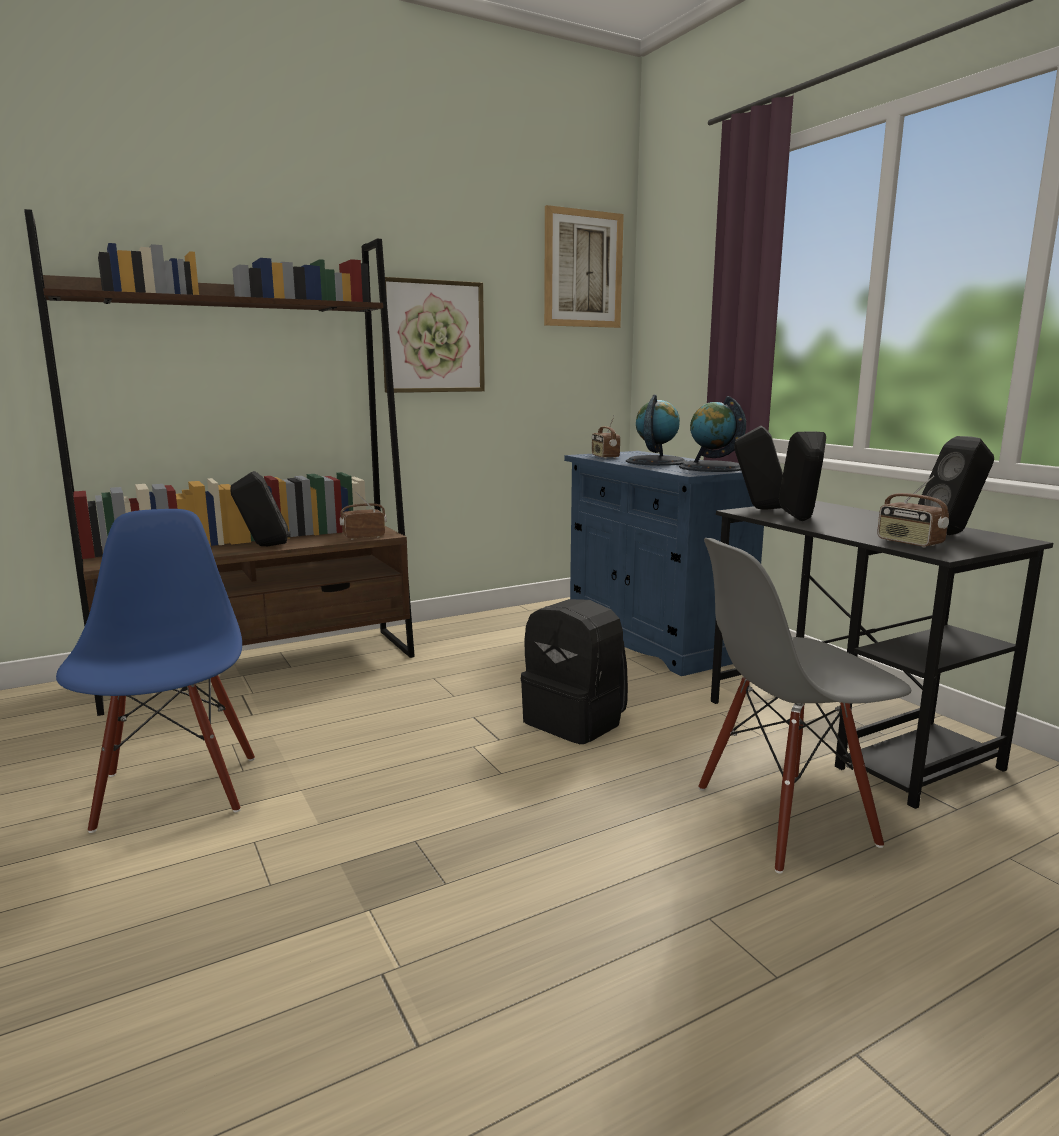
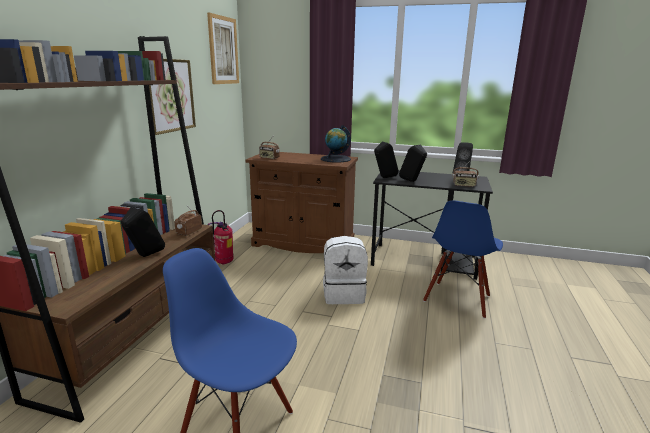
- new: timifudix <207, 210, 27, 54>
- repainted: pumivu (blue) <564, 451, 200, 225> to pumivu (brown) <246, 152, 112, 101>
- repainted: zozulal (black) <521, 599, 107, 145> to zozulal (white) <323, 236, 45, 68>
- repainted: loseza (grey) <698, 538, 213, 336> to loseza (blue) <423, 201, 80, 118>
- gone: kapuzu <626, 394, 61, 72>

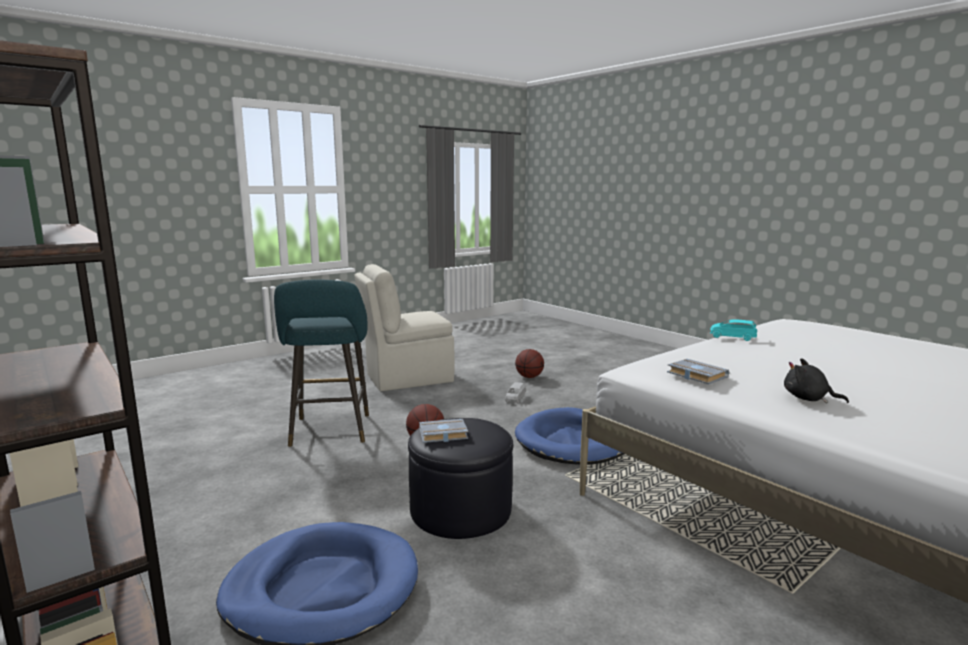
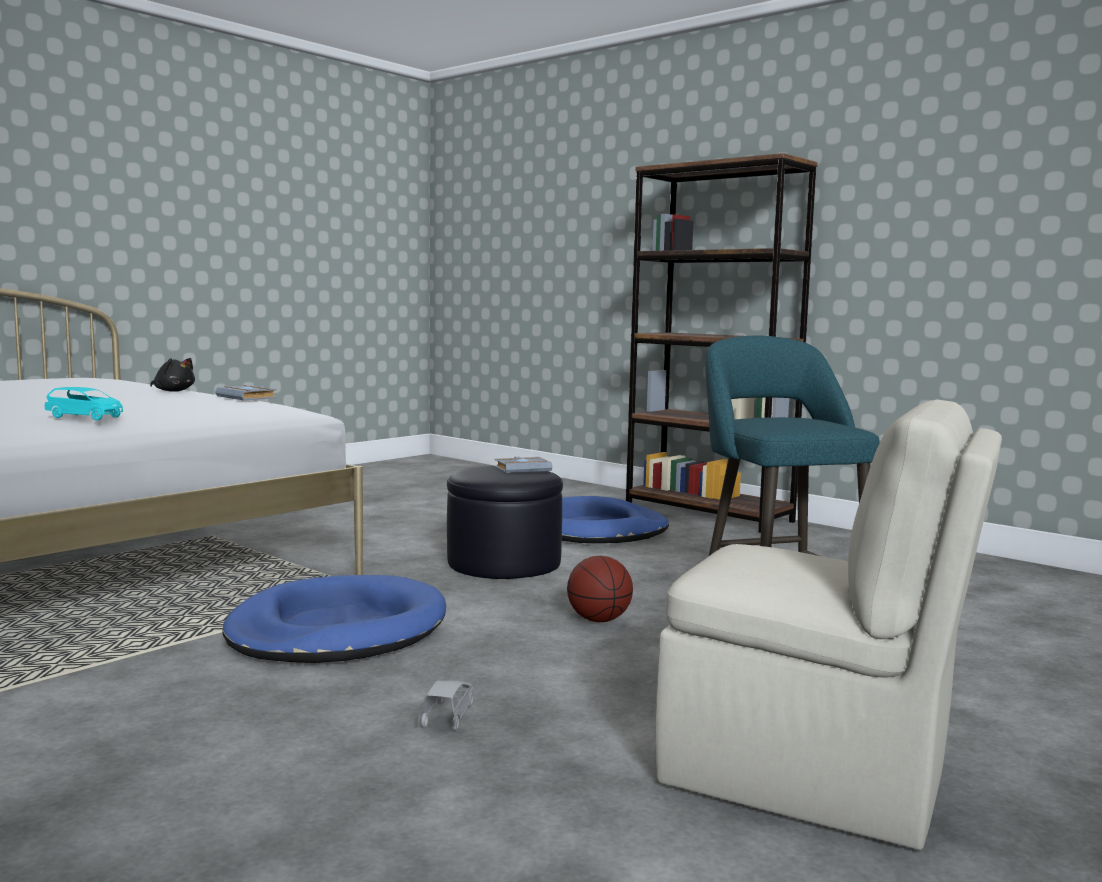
- rotated: loseza (beige) <354, 264, 101, 127> = <655, 399, 347, 451> 60 degrees clockwise
- gone: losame <515, 349, 29, 29>

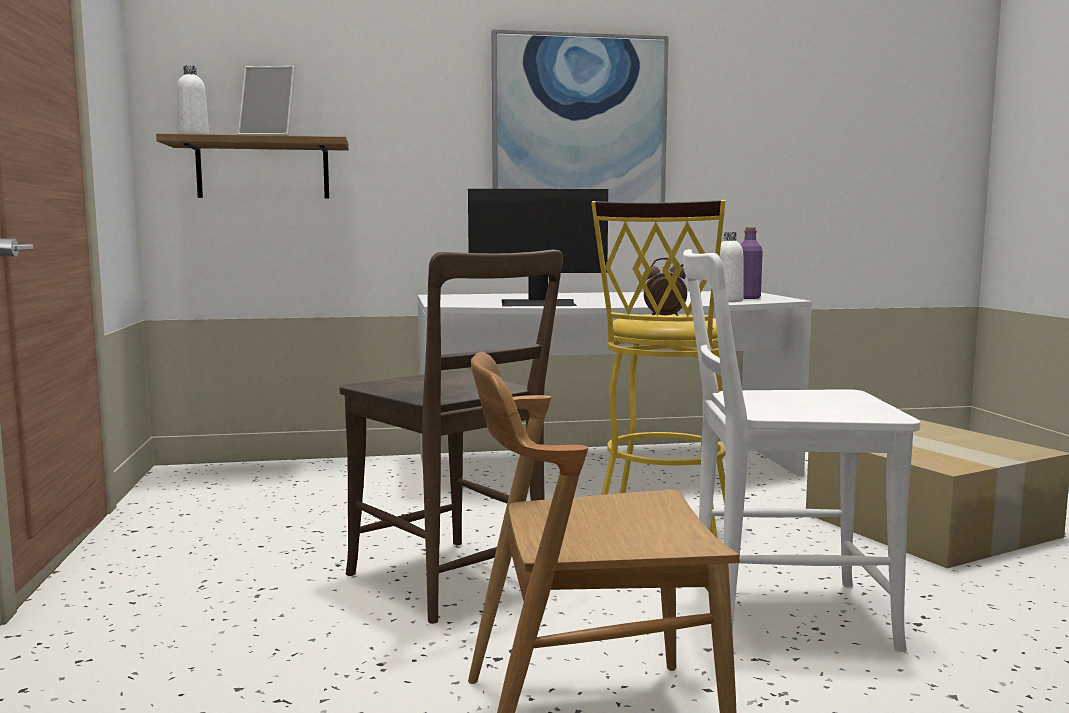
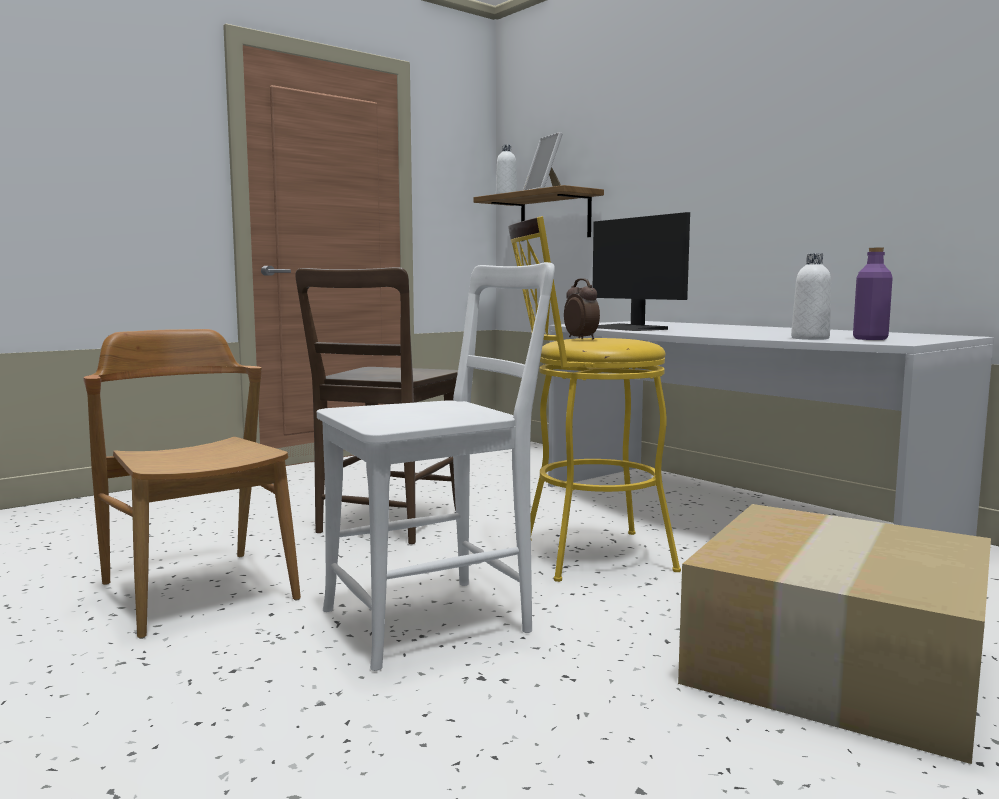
- rotated: loseza (white) <683, 249, 237, 403> = <317, 262, 238, 409> 90 degrees clockwise
- gone: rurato <492, 29, 177, 173>

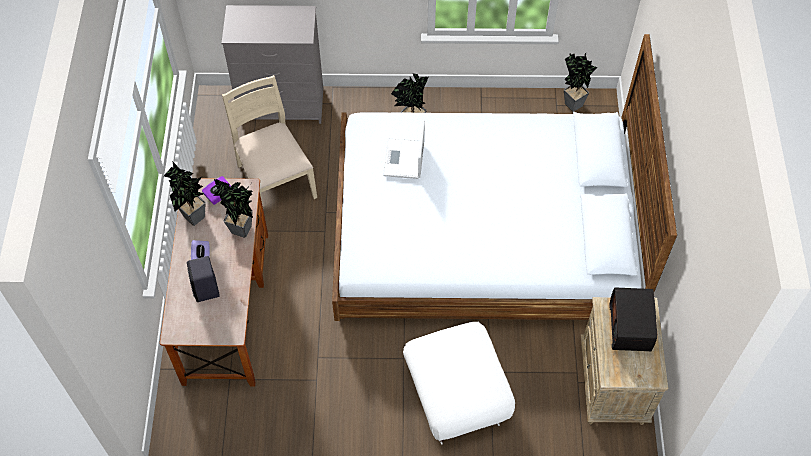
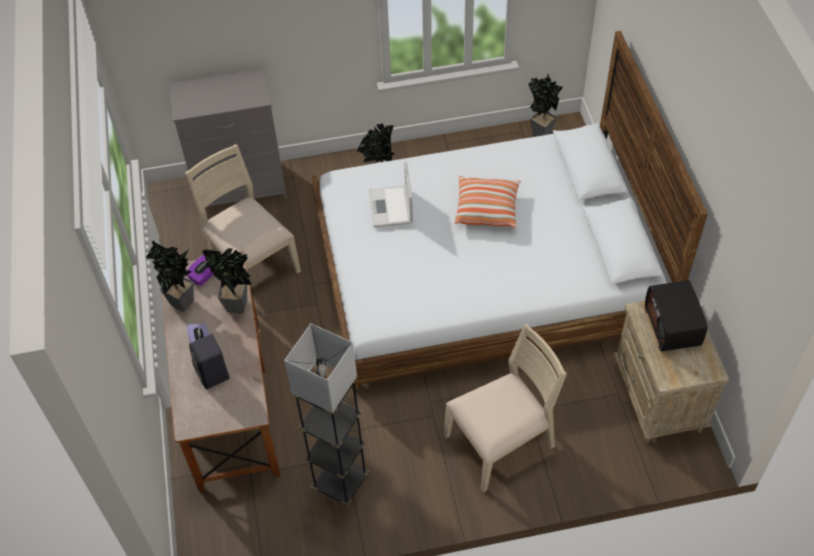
- new: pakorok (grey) <284, 323, 85, 183>
- swapped: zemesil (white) <403, 322, 112, 123> to loseza (beige) <444, 324, 123, 169>
- new: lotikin <455, 176, 66, 52>

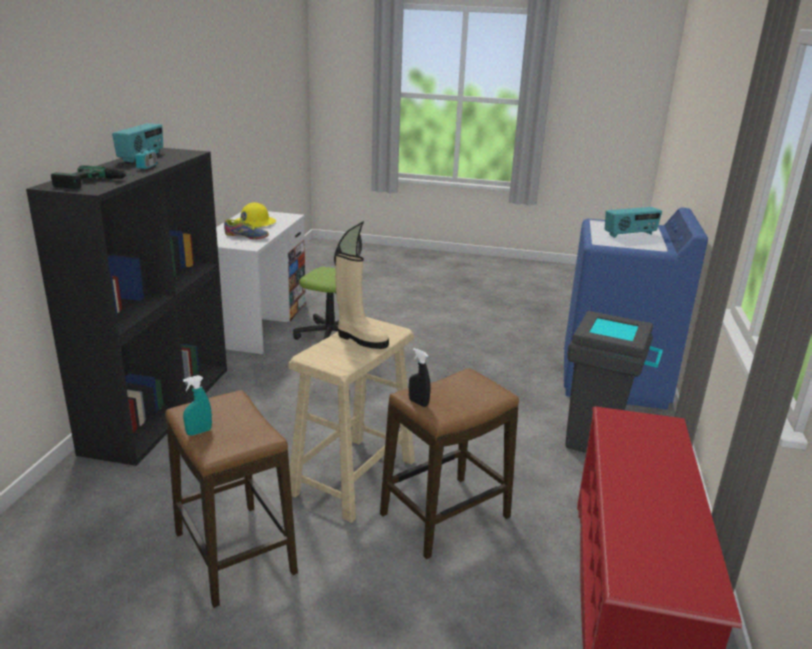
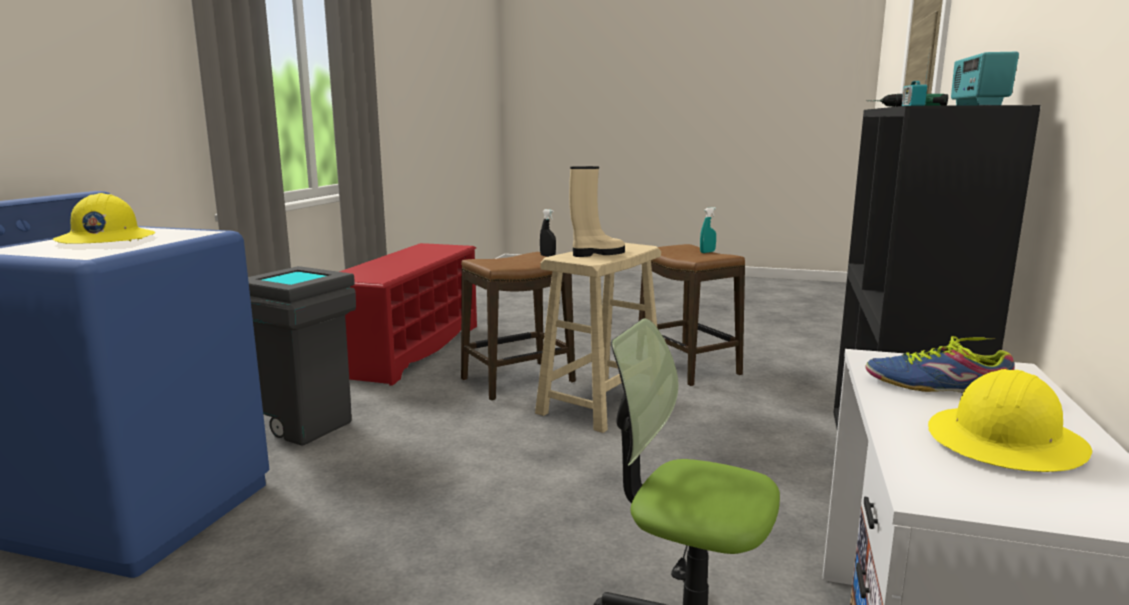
- swapped: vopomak <605, 207, 57, 31> to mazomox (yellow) <53, 193, 102, 51>
- rotated: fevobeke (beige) <335, 252, 54, 97> = <569, 166, 56, 91> 120 degrees clockwise

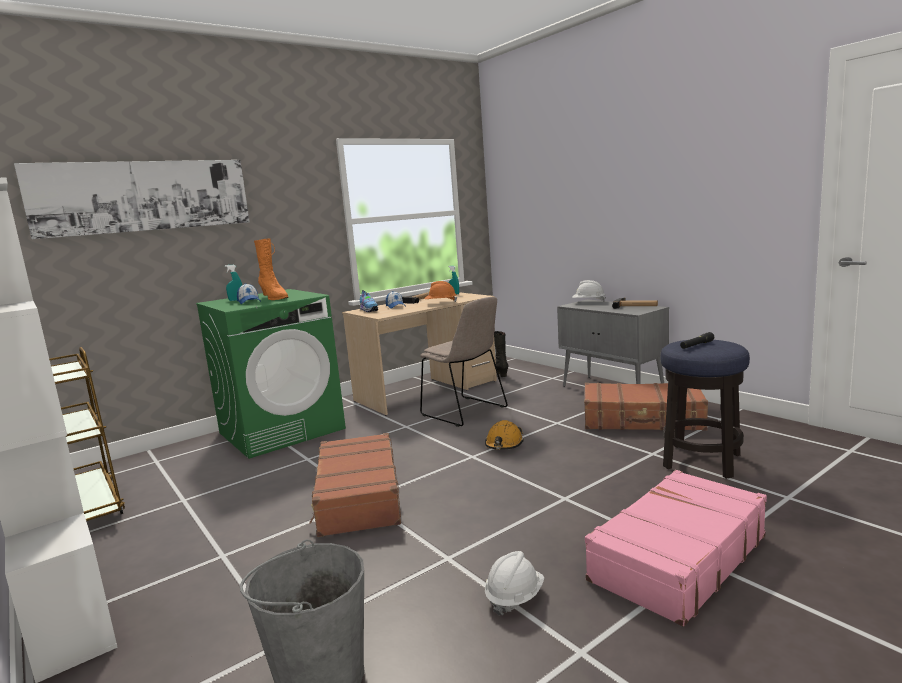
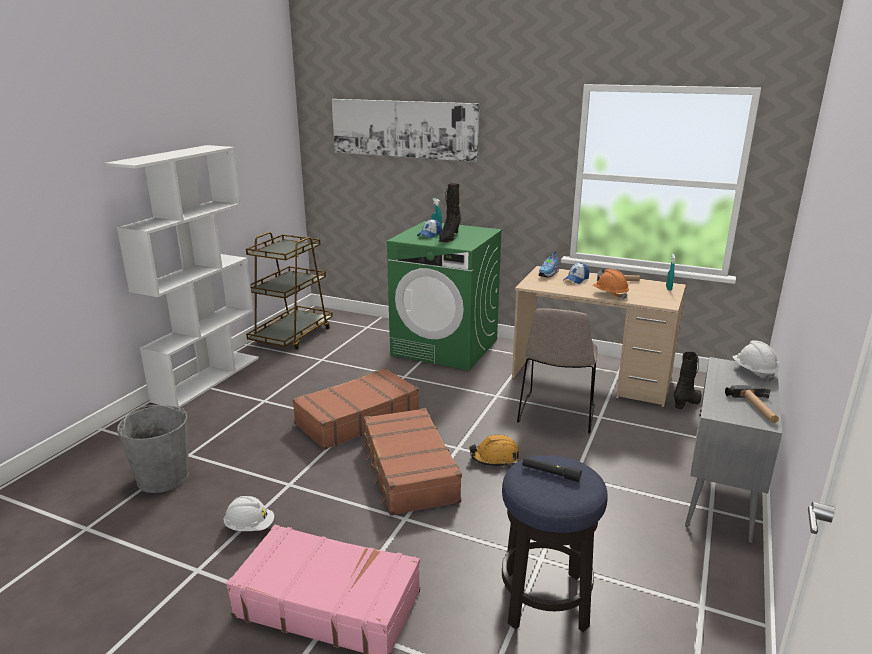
- shifted: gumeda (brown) <584, 383, 124, 48> to <362, 408, 100, 107>
- repainted: fevobeke (orange) <254, 238, 35, 62> to fevobeke (black) <439, 183, 22, 59>

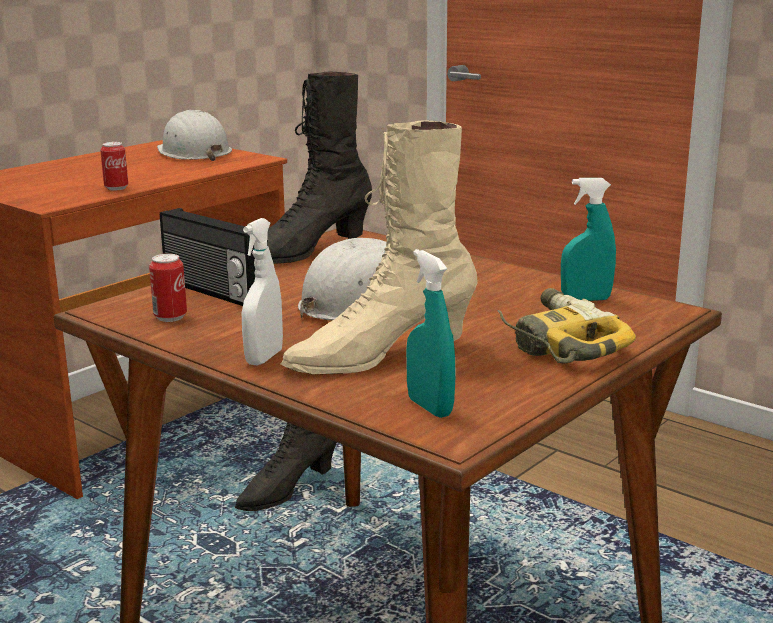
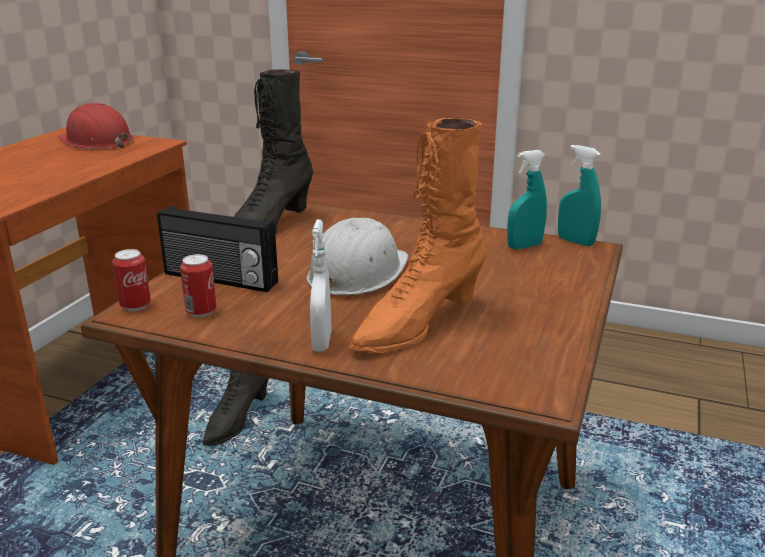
- repainted: mazomox (white) <157, 110, 75, 51> to mazomox (red) <58, 103, 76, 46>
- shifted: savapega <100, 142, 28, 49> to <113, 249, 38, 62>
- repainted: fevobeke (beige) <281, 120, 197, 254> to fevobeke (orange) <349, 118, 137, 235>
- shifted: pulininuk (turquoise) <406, 249, 50, 169> to <558, 145, 43, 101>
- gone: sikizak <498, 288, 138, 76>

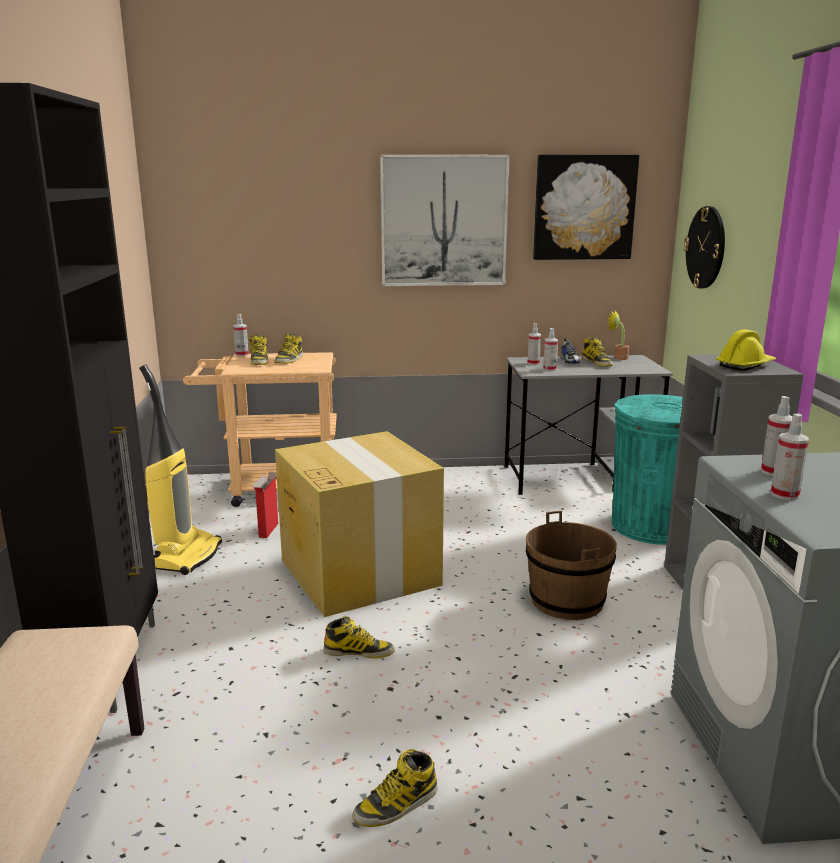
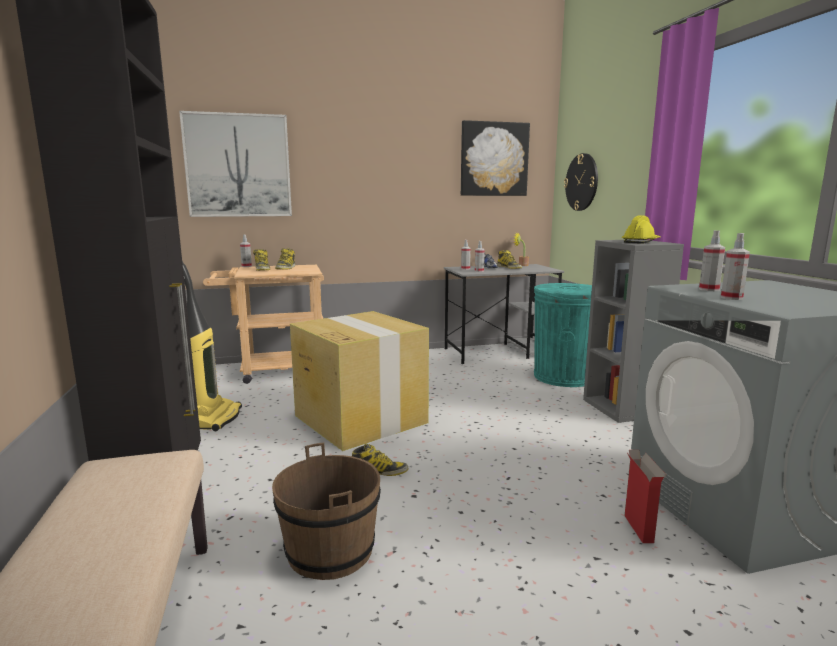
- shifted: rurato <380, 154, 130, 132> to <179, 111, 113, 106>
- shifted: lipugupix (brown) <526, 511, 91, 109> to <272, 443, 109, 137>
- shifted: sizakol <252, 472, 26, 66> to <624, 450, 42, 93>
- gone: fevobeke <352, 749, 86, 78>

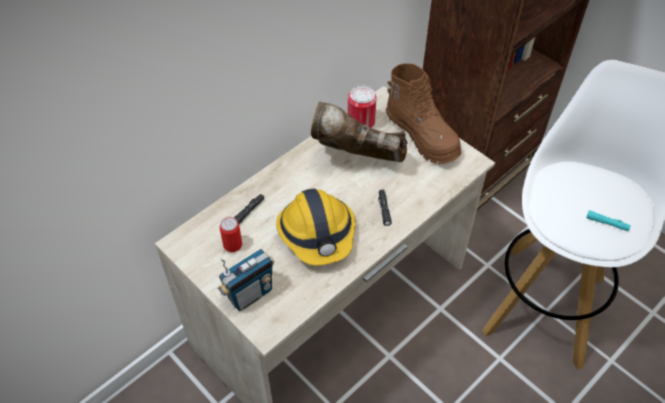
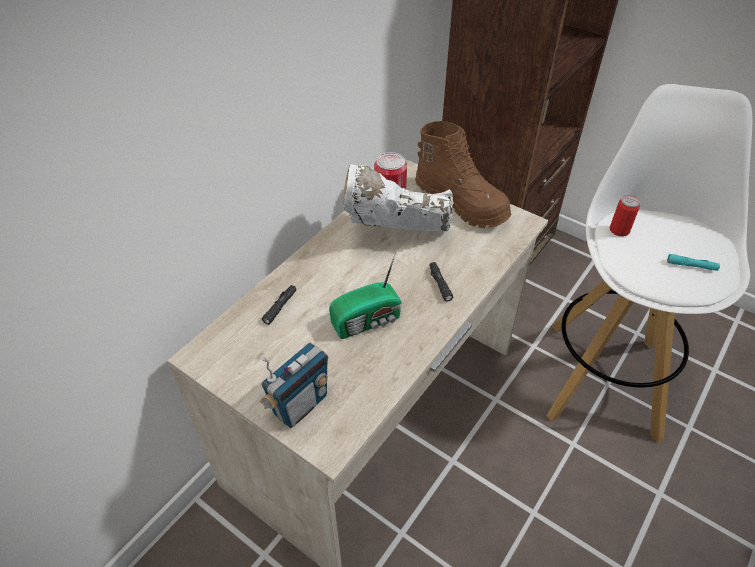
- swapped: mazomox <276, 189, 80, 76> to vopomak <329, 253, 73, 86>
- repainted: fevobeke (brown) <311, 102, 97, 61> to fevobeke (white) <344, 164, 109, 67>
- shifted: savapega <220, 217, 22, 35> to <609, 195, 31, 41>

